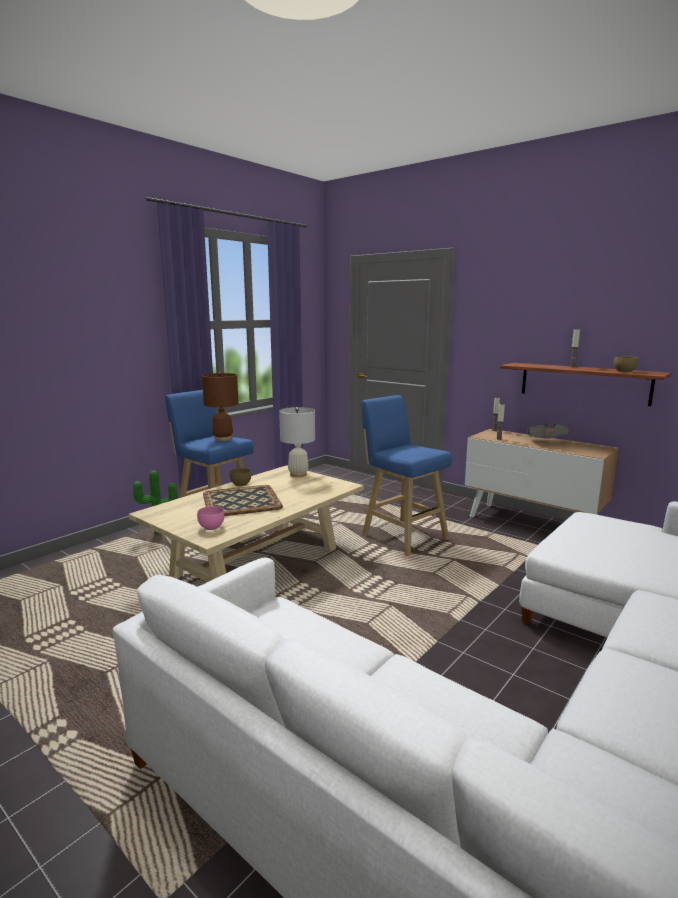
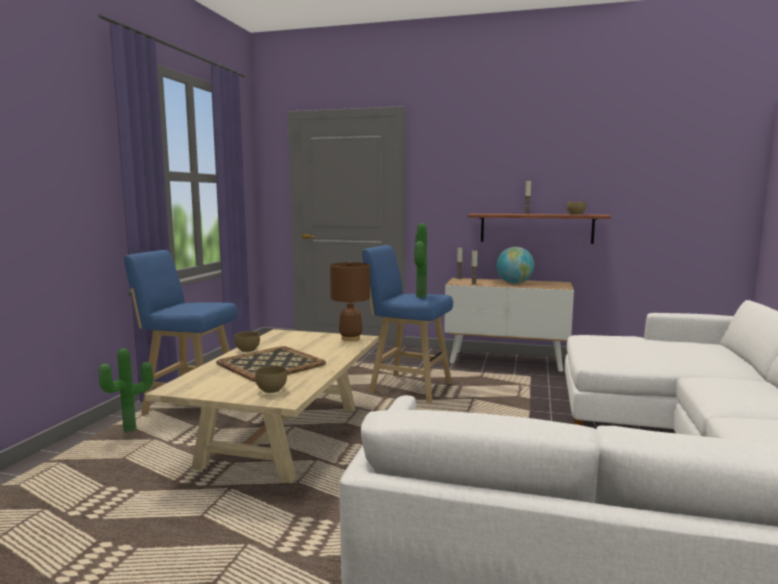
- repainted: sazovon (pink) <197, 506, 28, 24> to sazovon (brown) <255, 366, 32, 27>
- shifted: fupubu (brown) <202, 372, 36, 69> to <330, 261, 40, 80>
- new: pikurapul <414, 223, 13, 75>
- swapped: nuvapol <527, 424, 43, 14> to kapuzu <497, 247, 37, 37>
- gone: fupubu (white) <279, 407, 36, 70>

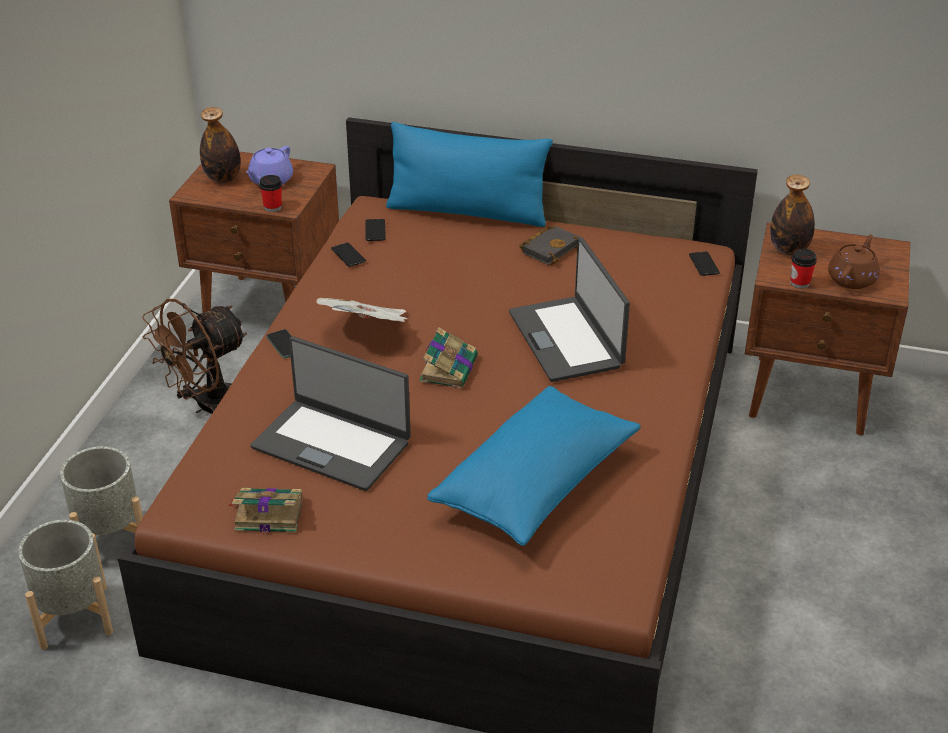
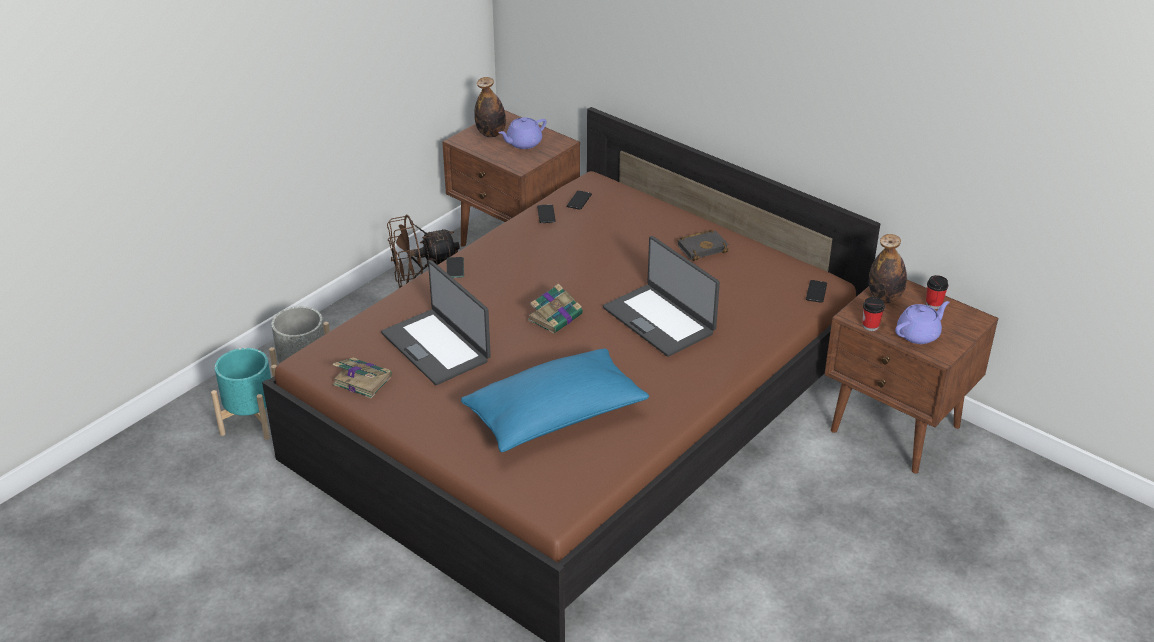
- repainted: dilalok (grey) <18, 520, 95, 130> to dilalok (turquoise) <211, 348, 66, 92>
- rotated: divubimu <509, 237, 121, 145> = <603, 236, 117, 121> 45 degrees counterclockwise
- repainted: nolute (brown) <828, 235, 52, 54> to nolute (purple) <895, 301, 54, 43>
- shifted: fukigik <259, 175, 23, 37> to <926, 275, 22, 34>
- gone: nuvapol <316, 298, 92, 24>
- gone: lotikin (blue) <386, 122, 167, 105>

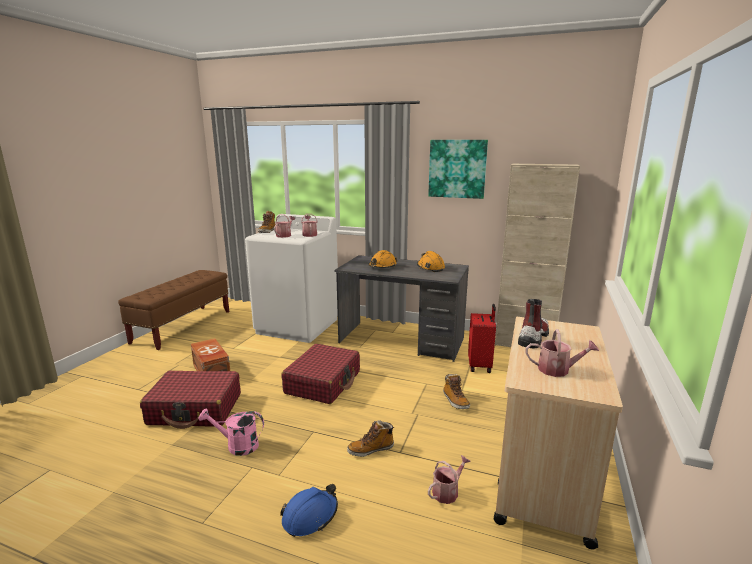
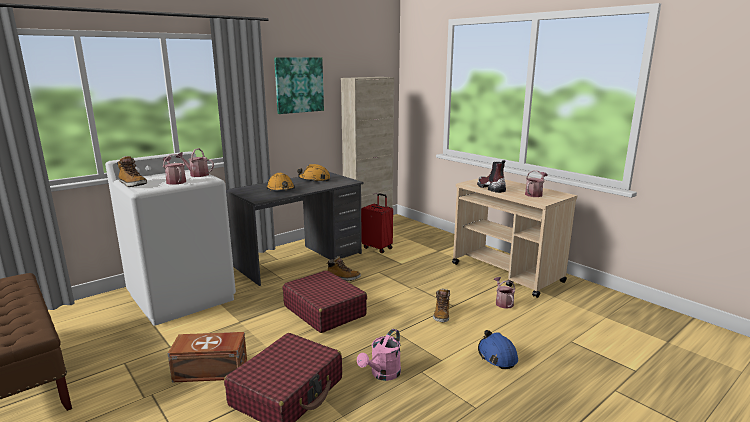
- shifted: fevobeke <443, 374, 27, 35> to <326, 256, 35, 25>

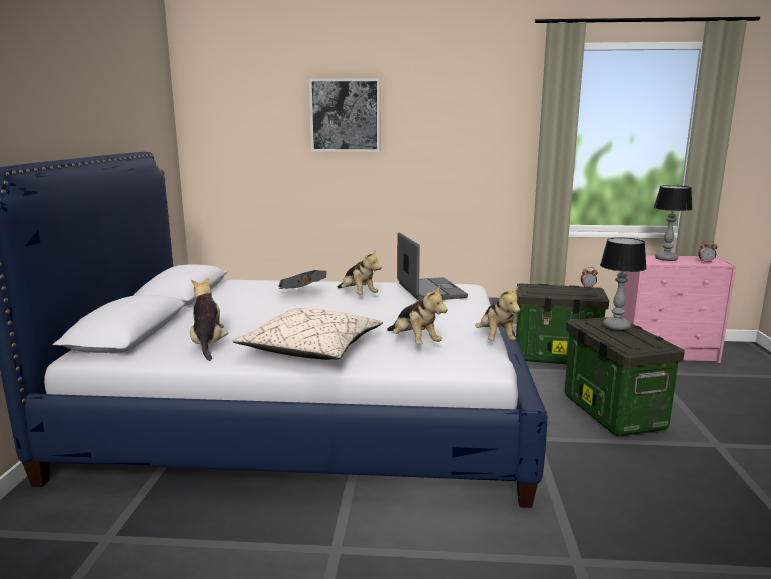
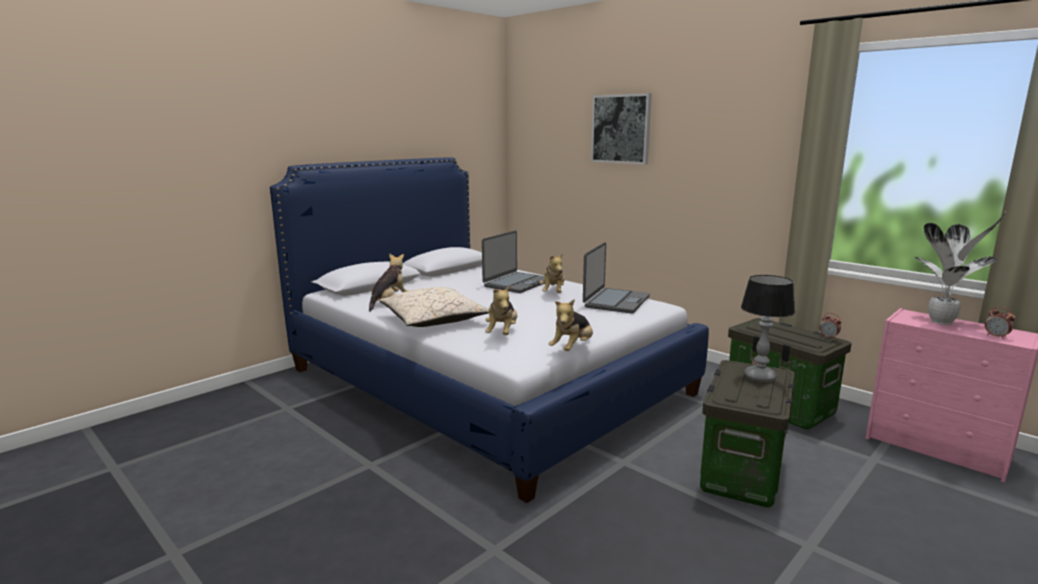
- swapped: nuvapol <279, 270, 48, 19> to divubimu <482, 231, 63, 62>
- swapped: fupubu <654, 185, 39, 76> to pikurapul <914, 211, 92, 114>

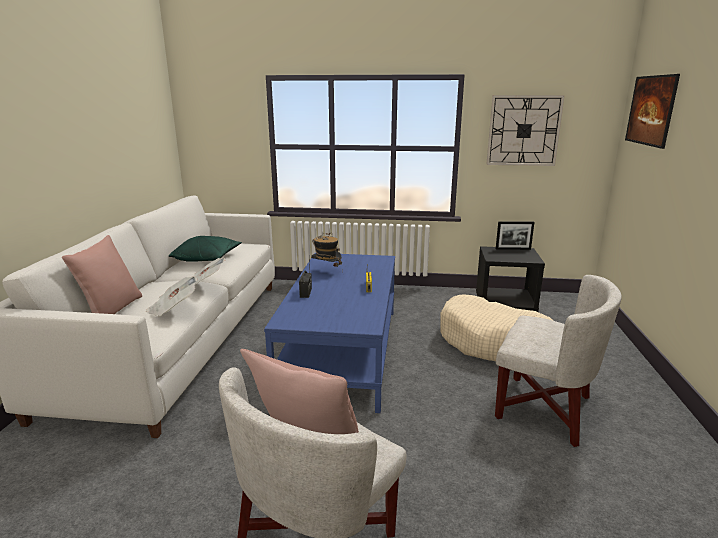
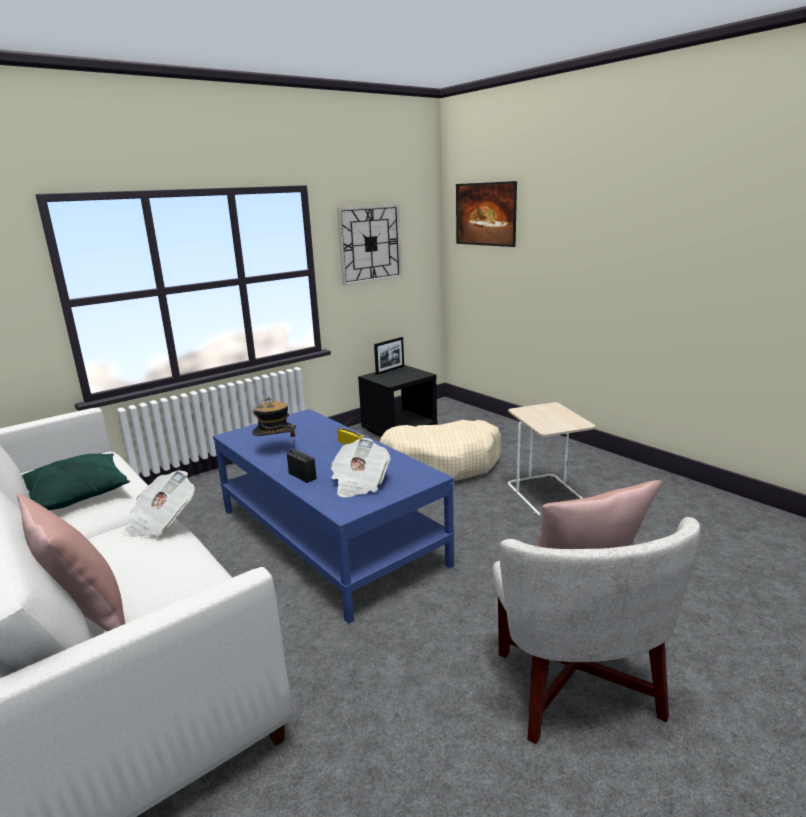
- shifted: nuvapol <146, 276, 52, 41> to <331, 438, 59, 59>
- swapped: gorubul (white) <495, 275, 127, 172> to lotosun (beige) <508, 402, 87, 114>

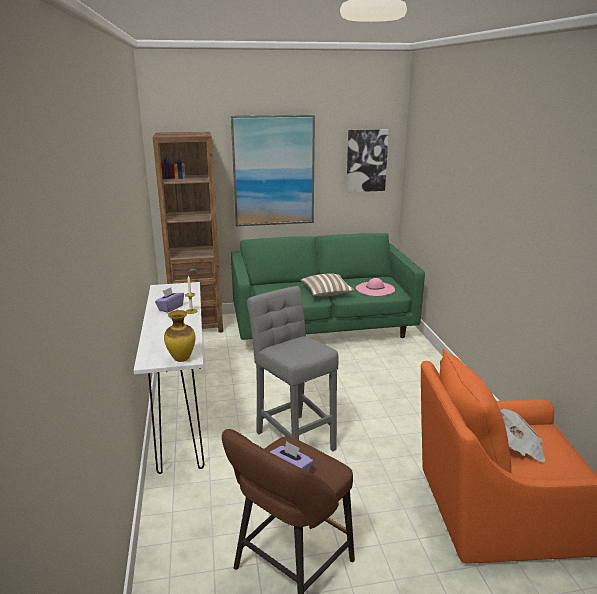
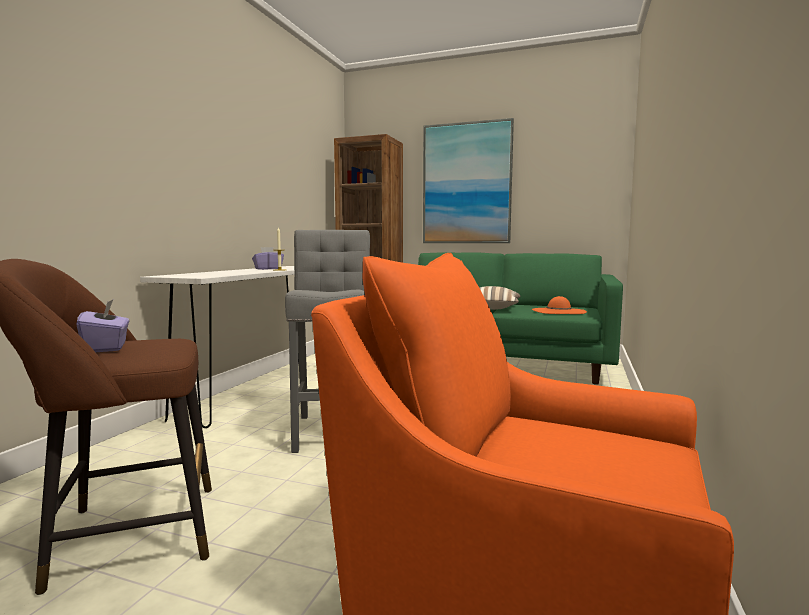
- repainted: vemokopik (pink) <355, 278, 40, 18> to vemokopik (orange) <532, 296, 55, 18>
- gone: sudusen <164, 310, 32, 52>
- gone: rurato <346, 129, 43, 63>
- gone: nuvapol <500, 409, 45, 54>

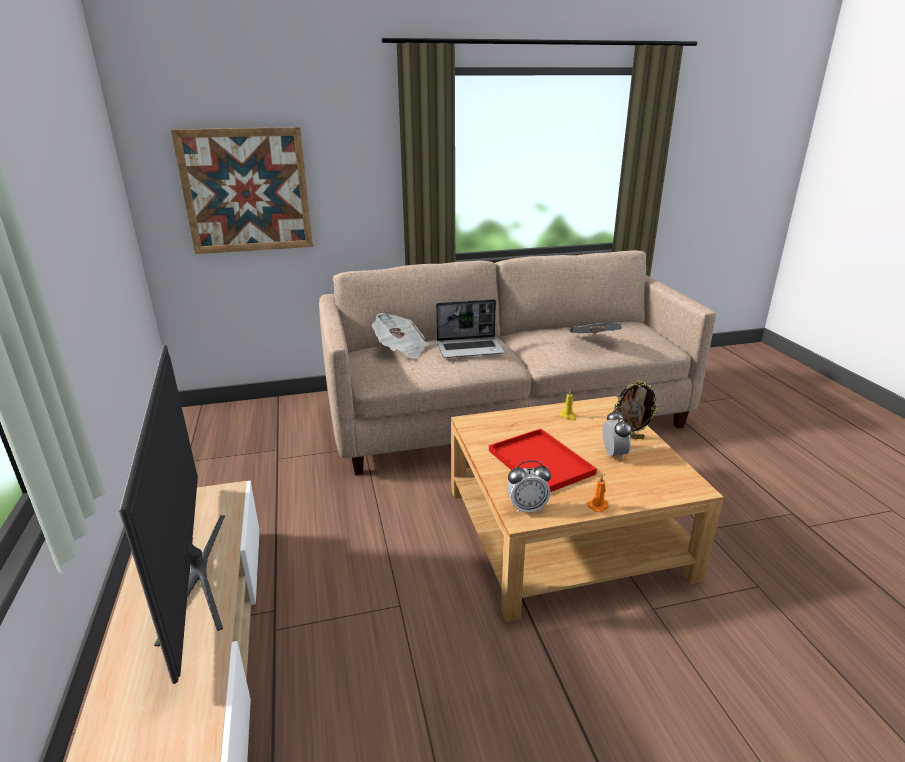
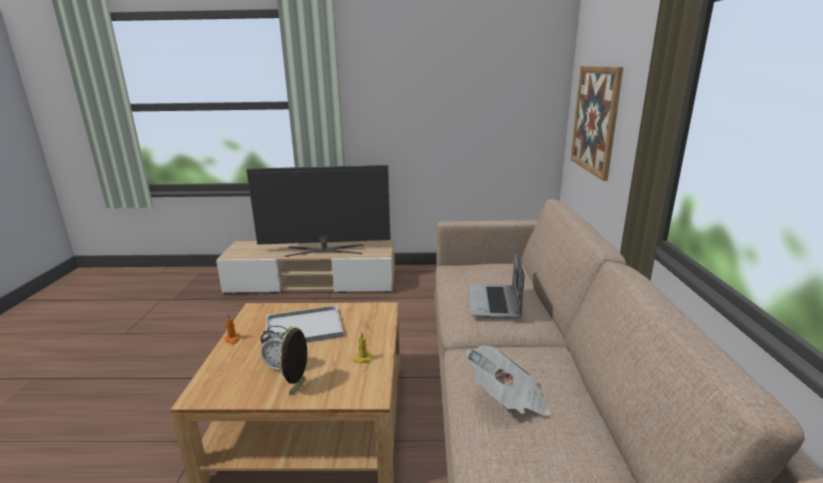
- repainted: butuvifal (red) <489, 429, 108, 63> to butuvifal (white) <266, 305, 78, 38>
- gone: nuvapol <372, 313, 56, 46>
- gone: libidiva <507, 461, 44, 53>

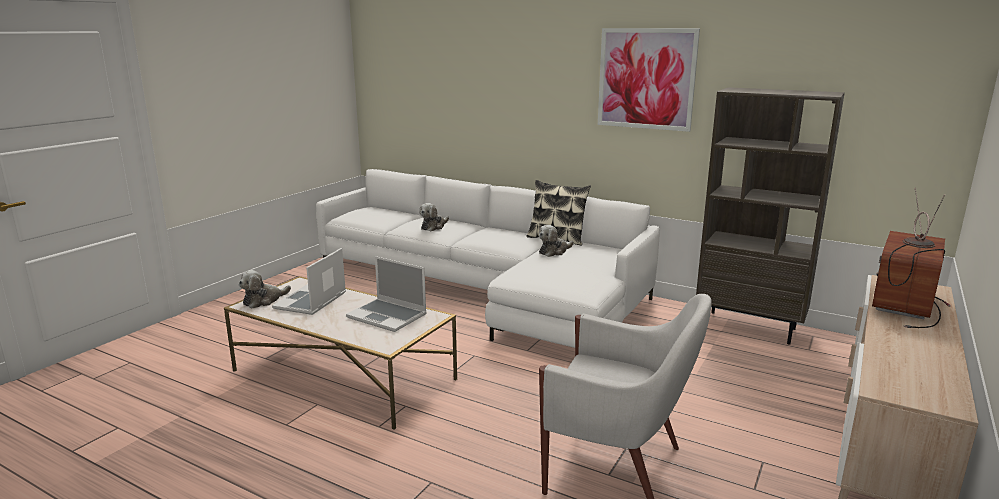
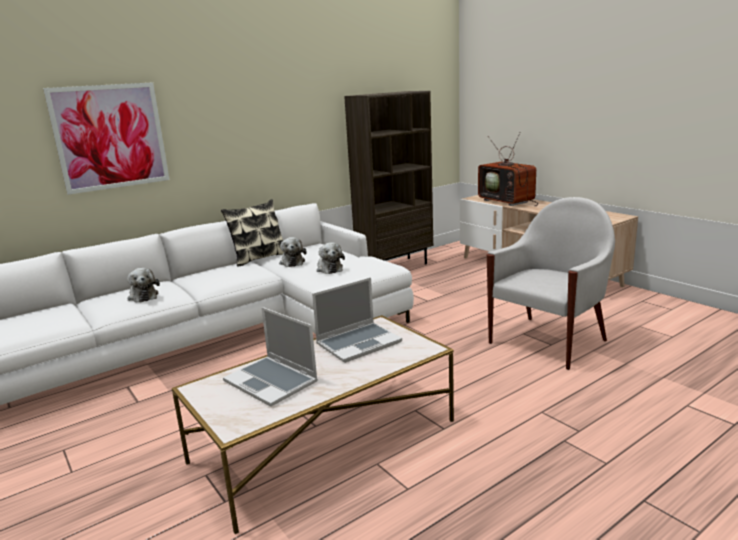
- shifted: rurato <598, 28, 102, 104> to <43, 82, 126, 113>
- shifted: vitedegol <239, 270, 52, 38> to <317, 242, 28, 32>

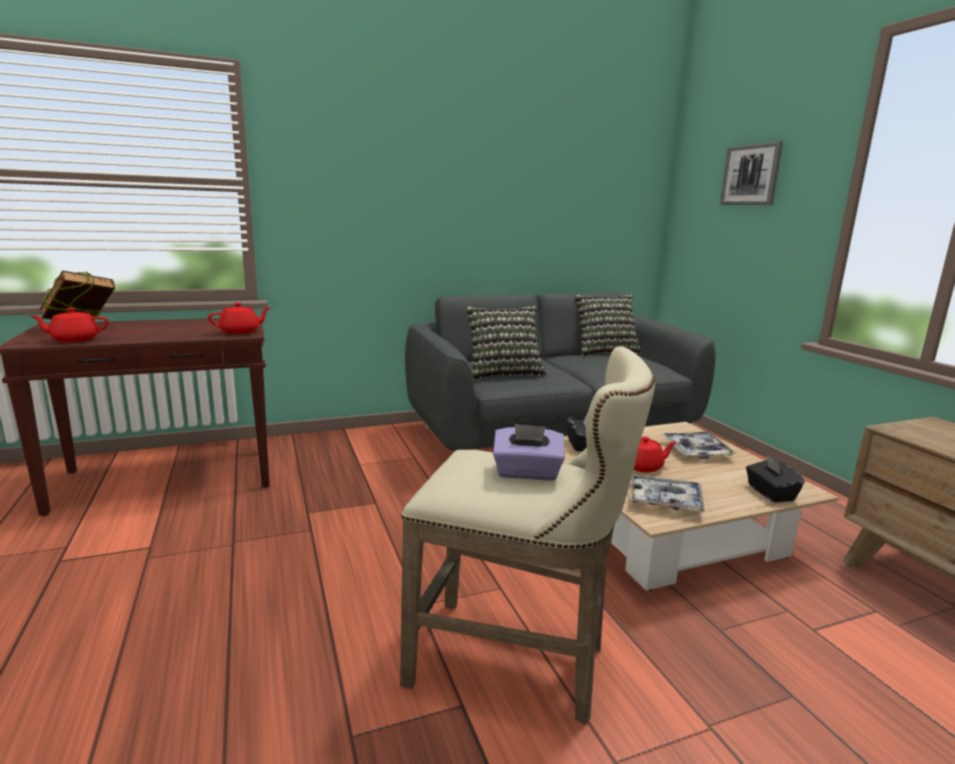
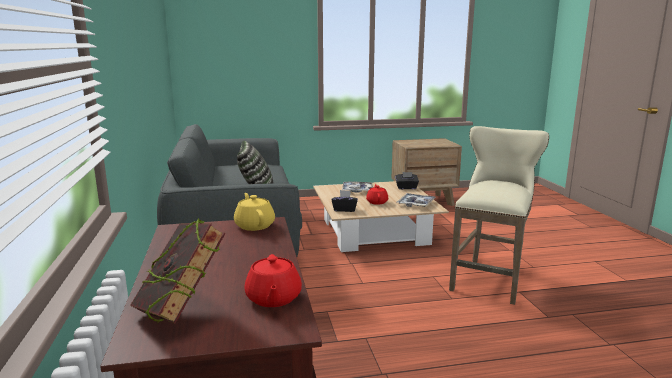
- repainted: nolute (red) <208, 303, 63, 31> to nolute (yellow) <234, 193, 41, 38>
- gone: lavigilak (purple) <493, 424, 72, 57>
- gone: lotikin <575, 294, 67, 62>
- gone: rurato <720, 141, 63, 64>

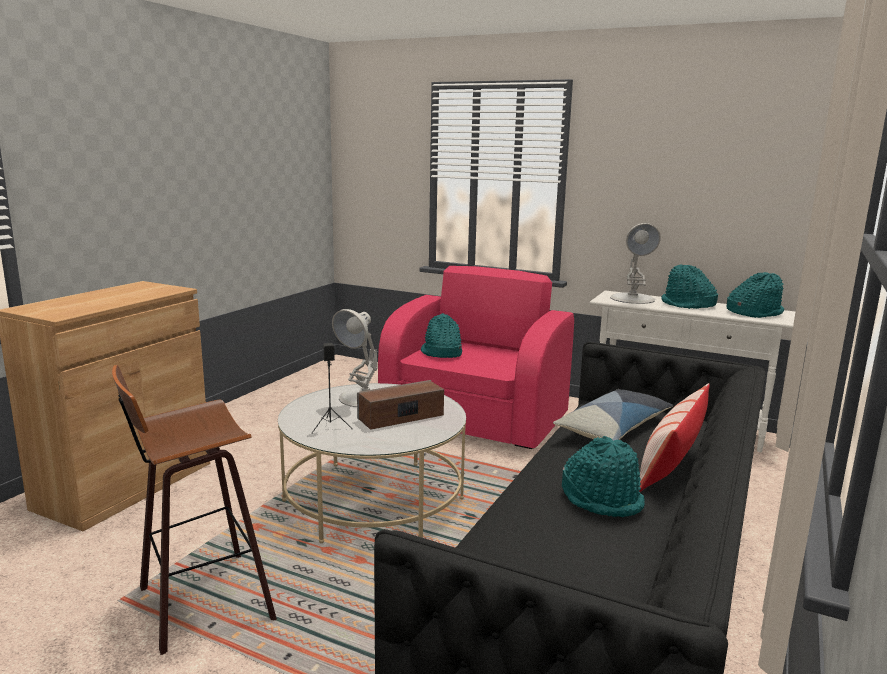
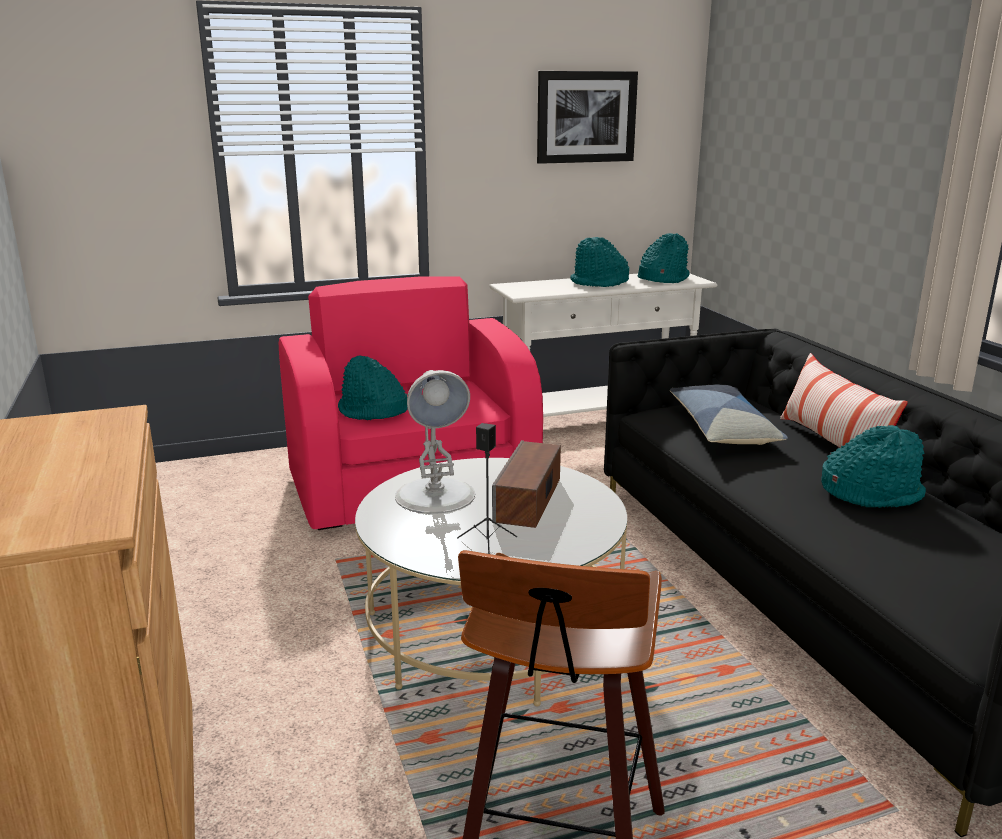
- new: rurato <537, 71, 101, 93>
- gone: fupubu (white) <610, 223, 51, 81>

